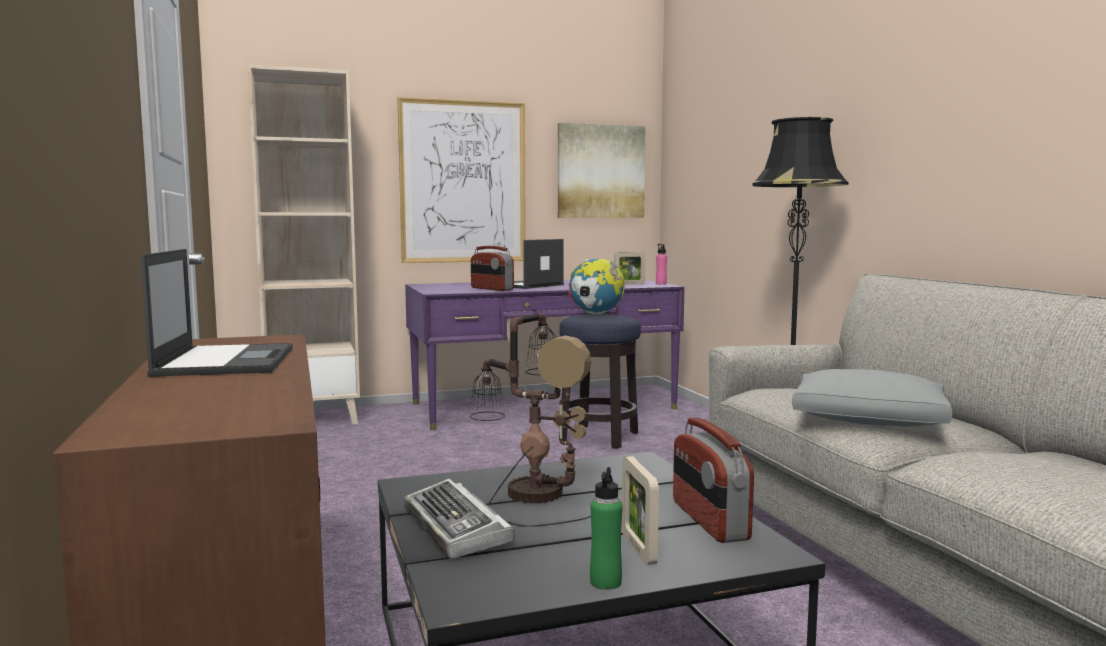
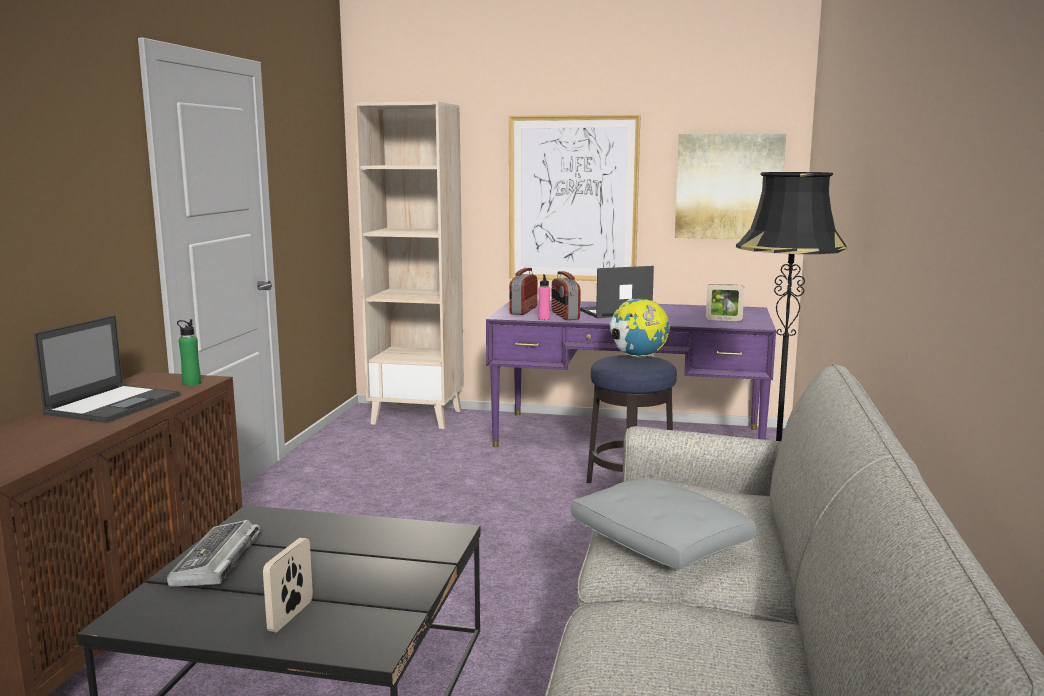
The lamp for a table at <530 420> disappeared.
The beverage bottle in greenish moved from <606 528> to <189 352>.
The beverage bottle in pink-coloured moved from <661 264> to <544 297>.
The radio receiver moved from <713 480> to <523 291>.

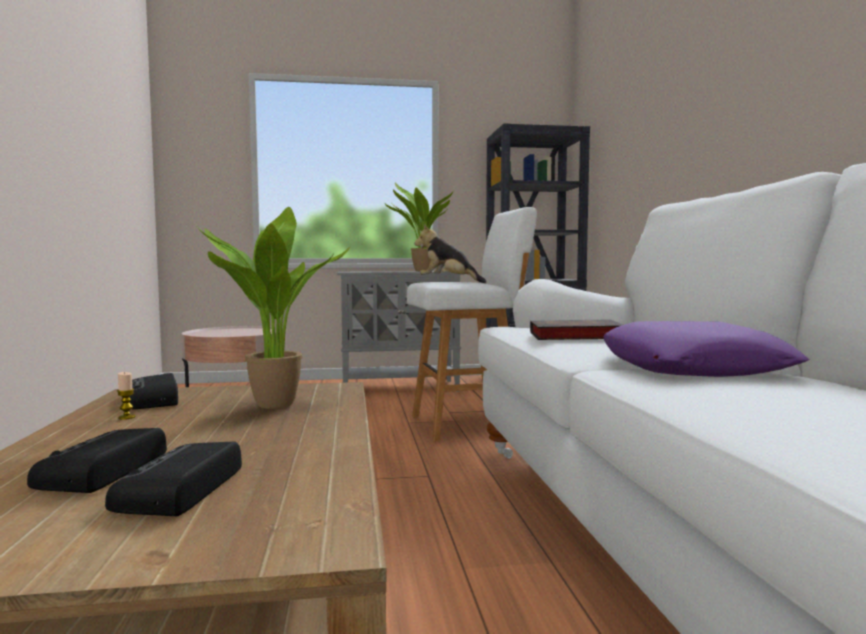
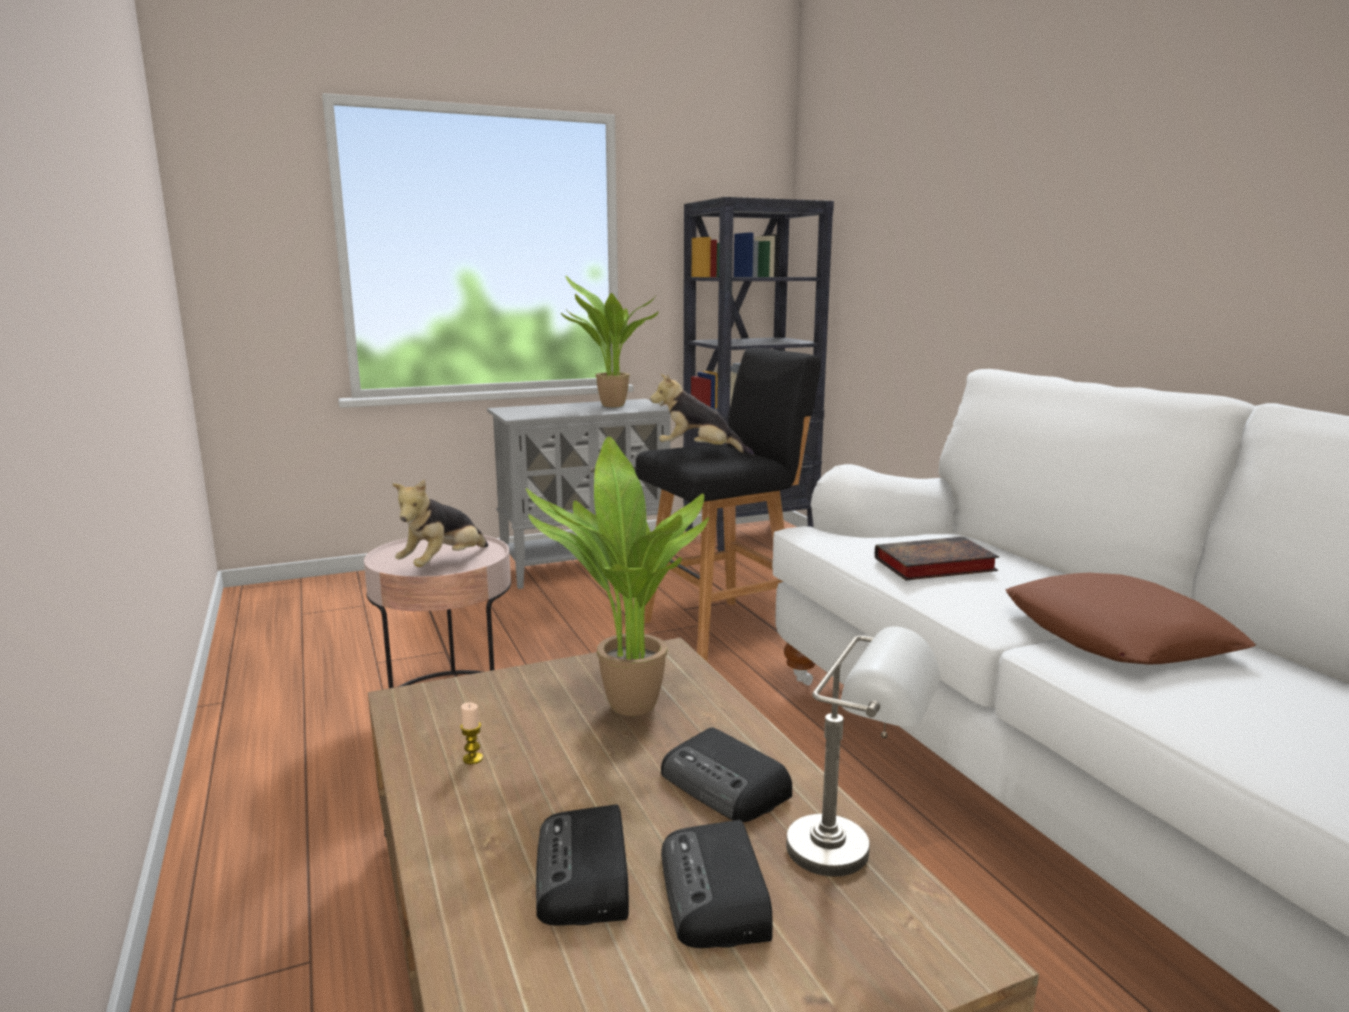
The radio receiver moved from <154 391> to <726 774>.
The stool in white-coloured at <472 324> became the stool in black-coloured at <728 505>.
The throw pillow in purple-coloured at <706 349> became the throw pillow in brown-coloured at <1131 618>.
The cuddly toy at <440 523> appeared.
The lamp for a table in greyish at <863 752> appeared.

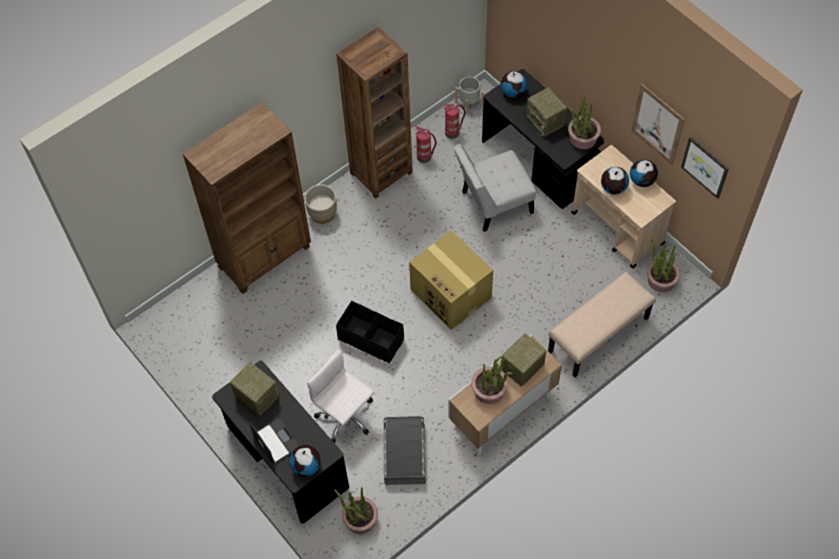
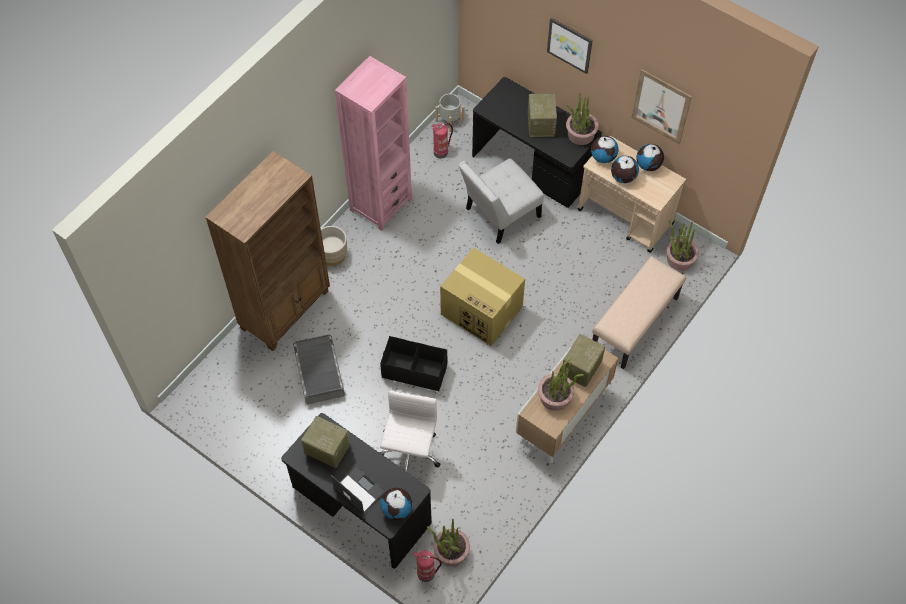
The desk chair in white-coloured at <340 396> turned 75 degrees clockwise.
The shelving unit in brown-coloured at <374 113> became the shelving unit in pink-coloured at <373 143>.
The storage box in greyish moved from <405 450> to <319 369>.
The extinguisher moved from <425 144> to <427 566>.
The desk globe moved from <514 84> to <604 149>.
The radio receiver at <546 112> turned 135 degrees counterclockwise.
The picture moved from <705 167> to <570 46>.

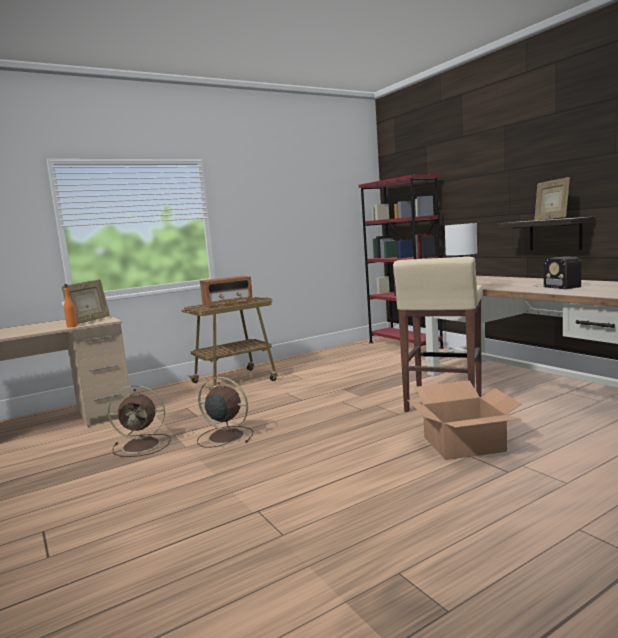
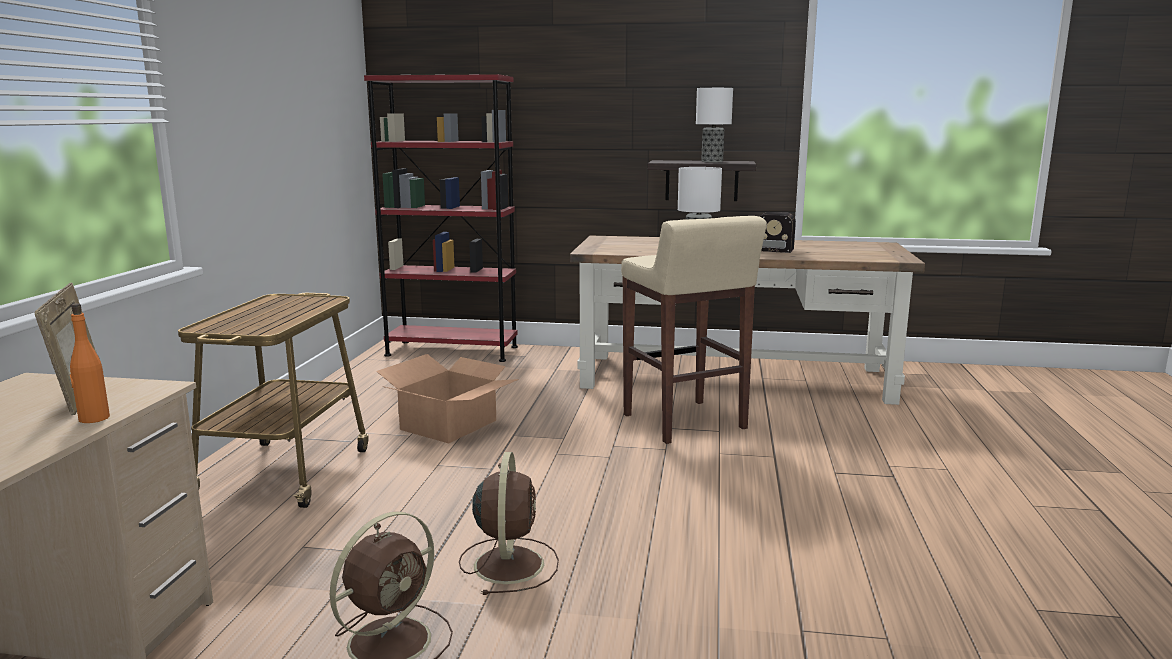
The electric fan in brown-coloured at <225 412> turned 120 degrees clockwise.
The radio receiver at <226 292> disappeared.
The carton moved from <465 420> to <447 398>.
The picture frame at <552 198> was replaced by the lamp for a table at <714 125>.

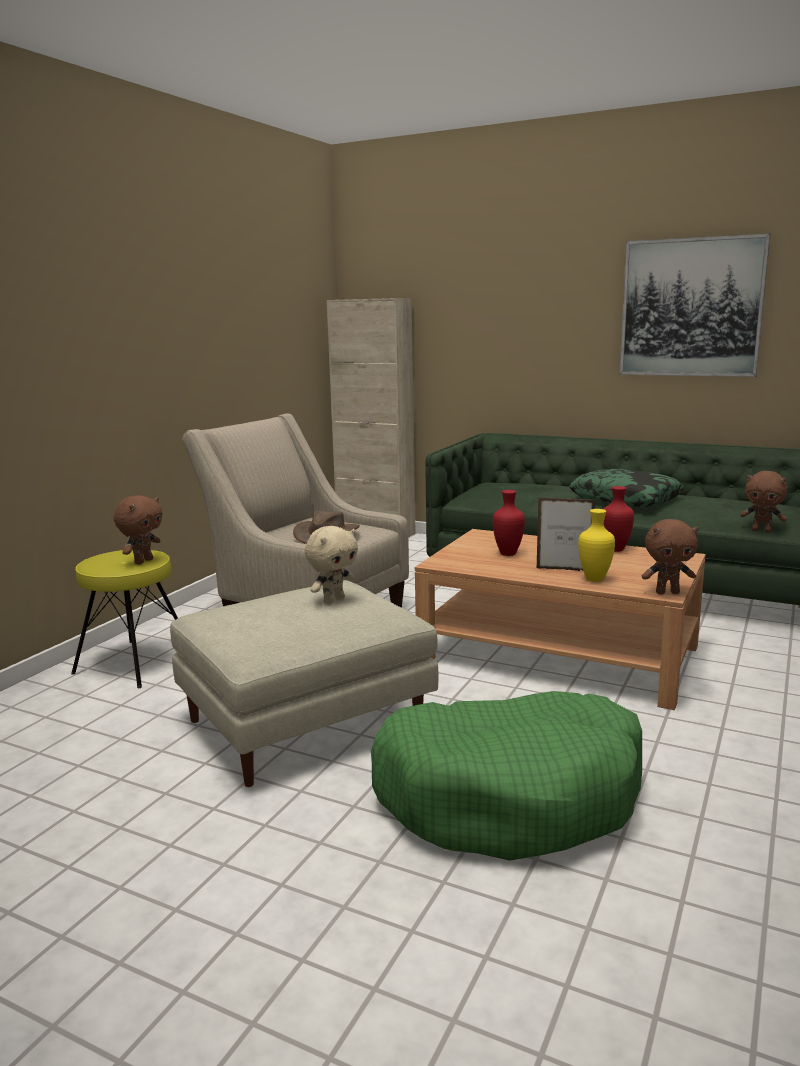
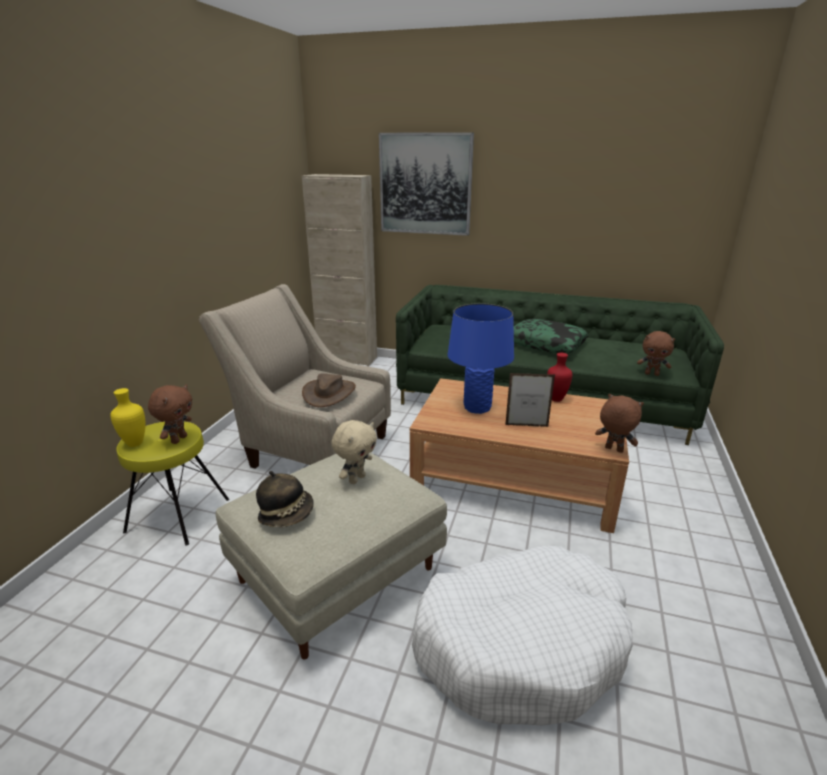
The dog cushion in greenish at <506 776> became the dog cushion in white-coloured at <522 635>.
The vase in red-coloured at <509 523> was replaced by the lamp for a table in blue at <480 358>.
The vase in yellow moved from <596 545> to <127 417>.
The picture moved from <694 305> to <426 184>.
The cuddly toy in brown-coloured at <670 556> turned 135 degrees counterclockwise.
The clothing hat at <285 499> appeared.

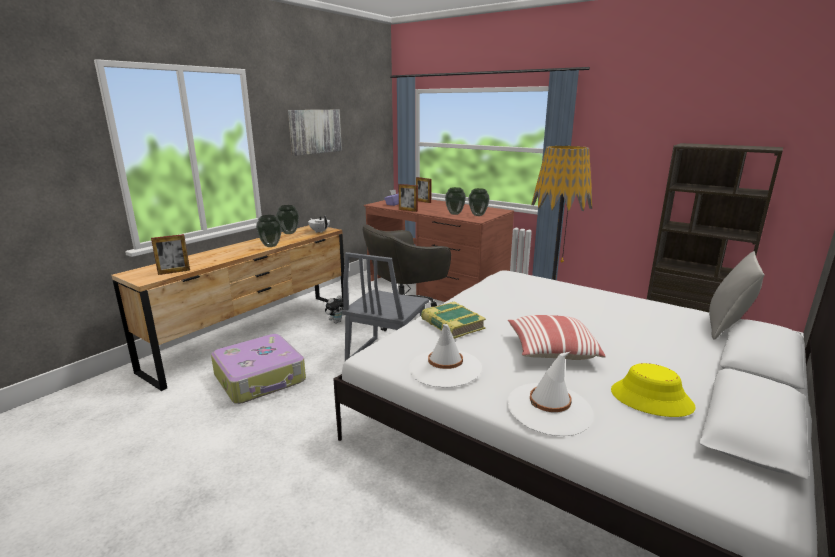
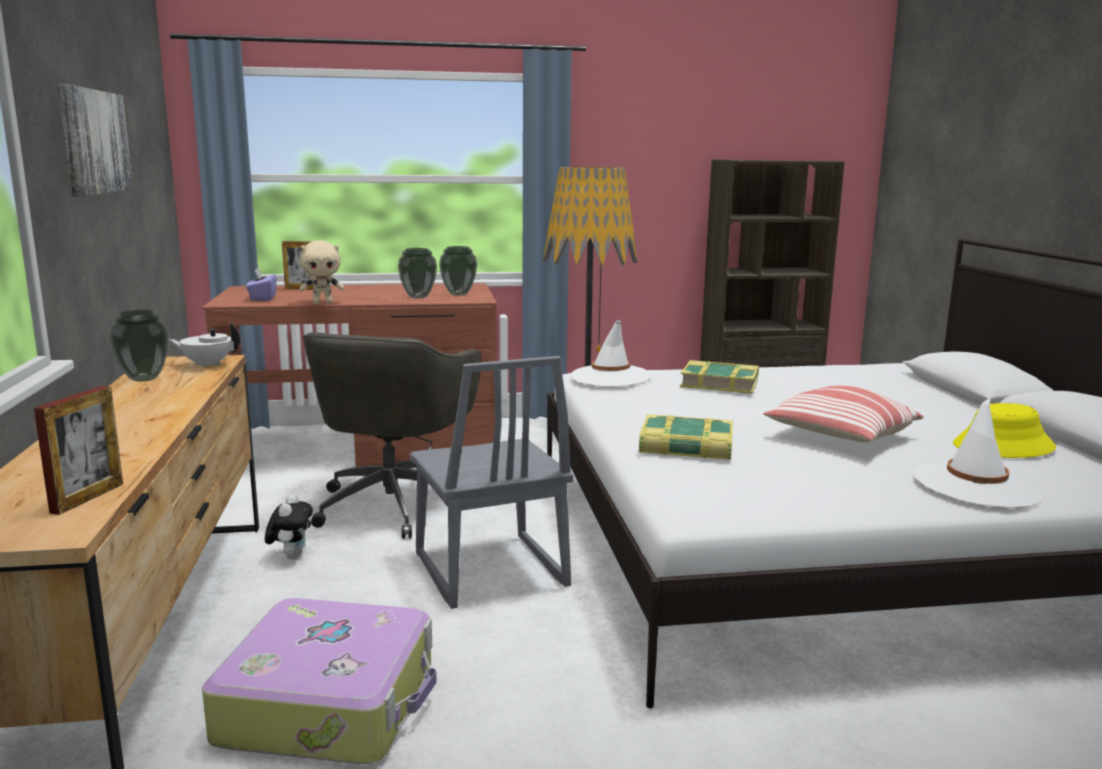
The vase at <269 231> disappeared.
The picture frame at <408 198> was replaced by the cuddly toy in beige at <322 272>.
The clothing hat in white-coloured moved from <445 356> to <610 353>.
The throw pillow in greyish at <737 295> disappeared.
The bound book at <719 377> appeared.

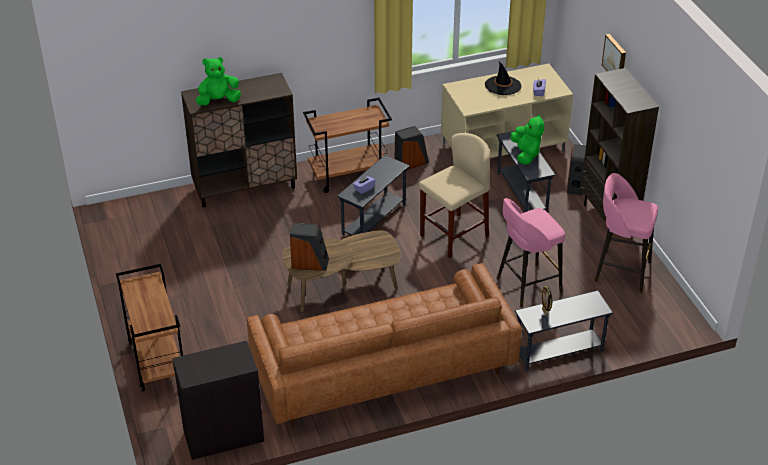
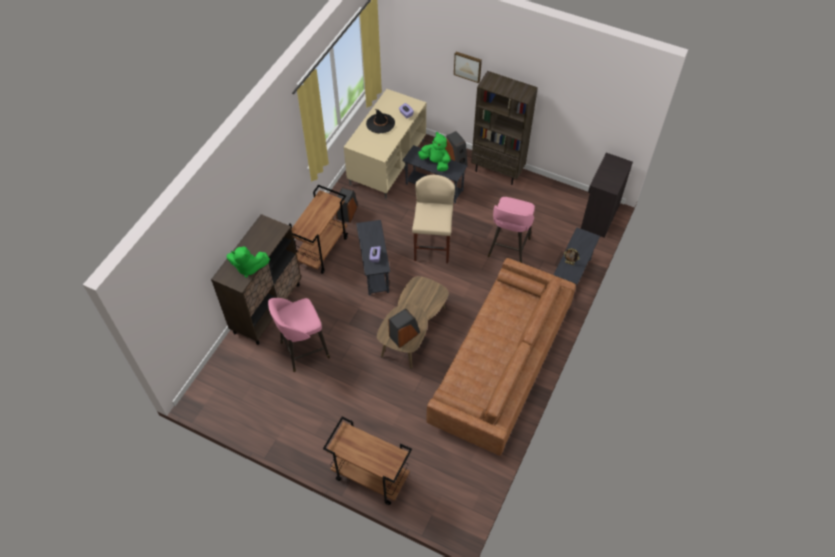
The cabinet in black-coloured moved from <218 400> to <607 195>.
The cuddly toy in greenish at <218 81> turned 105 degrees counterclockwise.
The stool in pink-coloured moved from <626 232> to <299 335>.

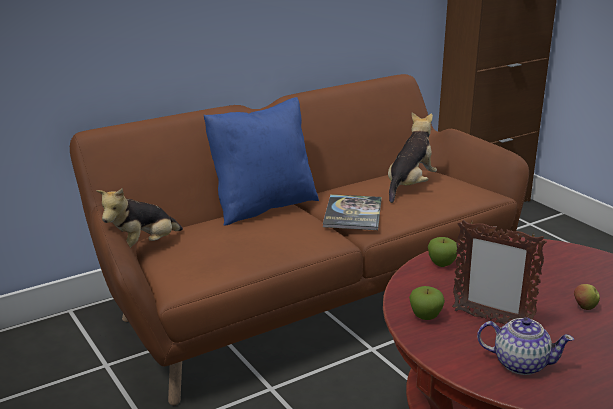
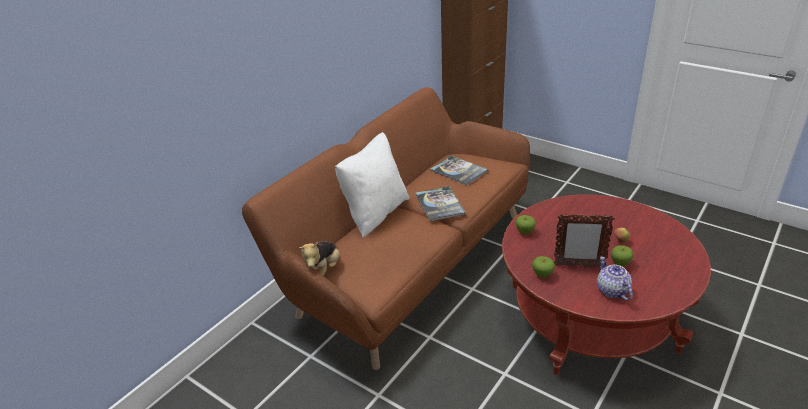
The throw pillow in blue at <261 161> became the throw pillow in white-coloured at <372 184>.
The cuddly toy at <412 158> was replaced by the bound book at <459 170>.
The pot for tea at <525 346> turned 105 degrees counterclockwise.
The apple fruit at <622 255> appeared.

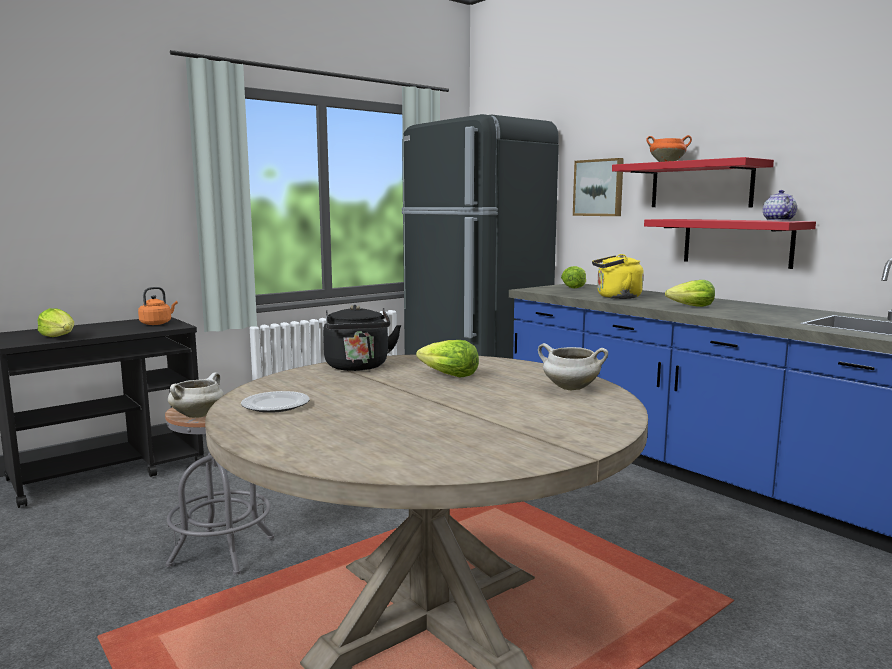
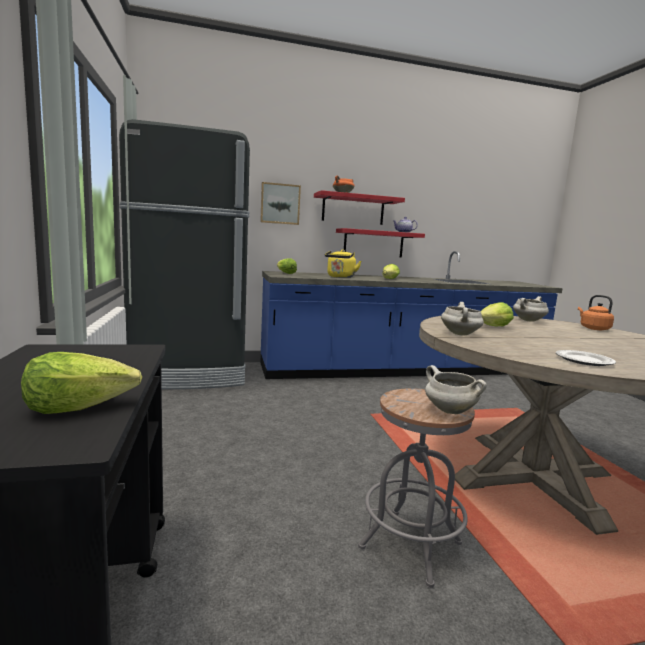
The kettle in orange moved from <158 306> to <596 312>.
The kettle in black-coloured at <362 338> was replaced by the stockpot in white-coloured at <462 319>.

